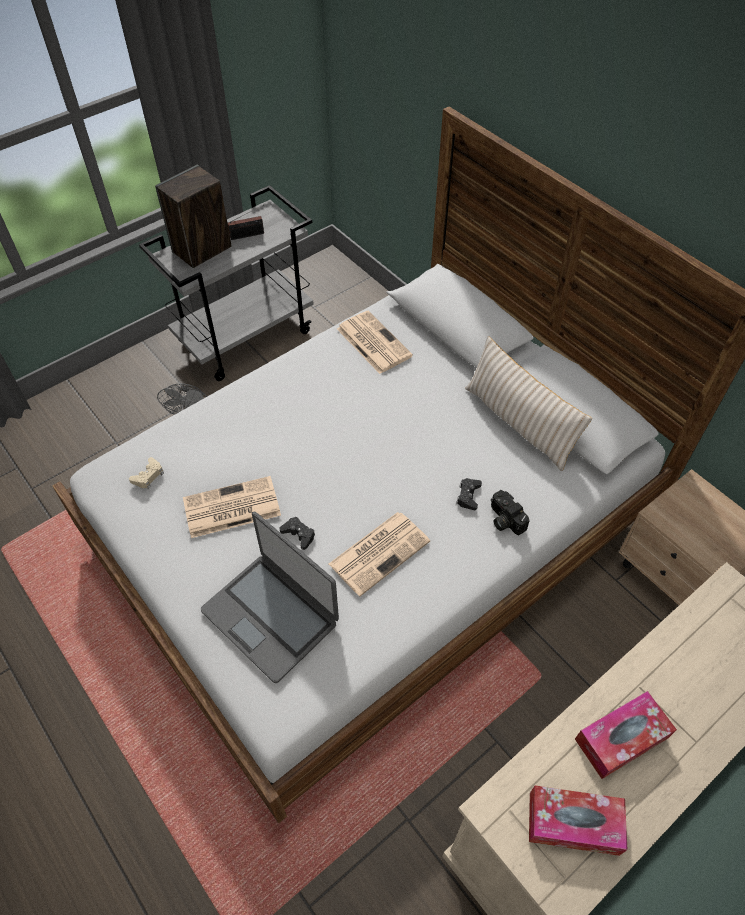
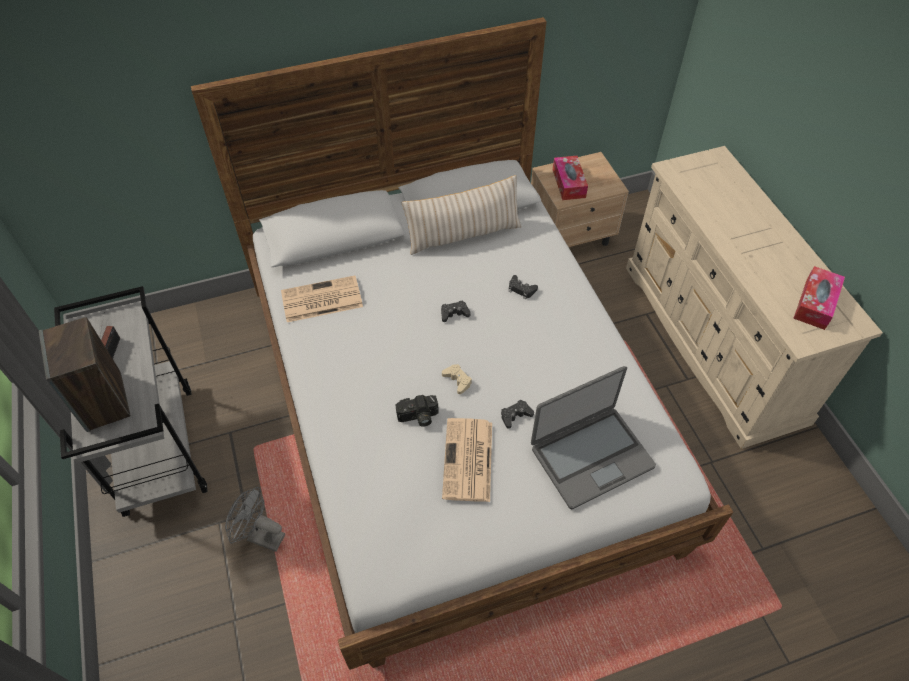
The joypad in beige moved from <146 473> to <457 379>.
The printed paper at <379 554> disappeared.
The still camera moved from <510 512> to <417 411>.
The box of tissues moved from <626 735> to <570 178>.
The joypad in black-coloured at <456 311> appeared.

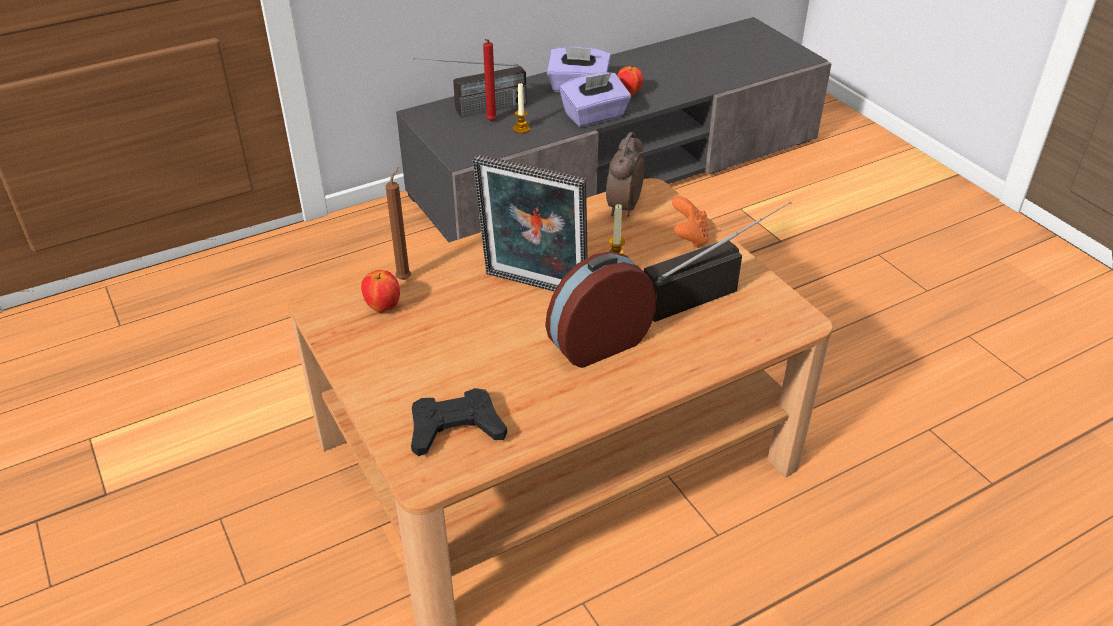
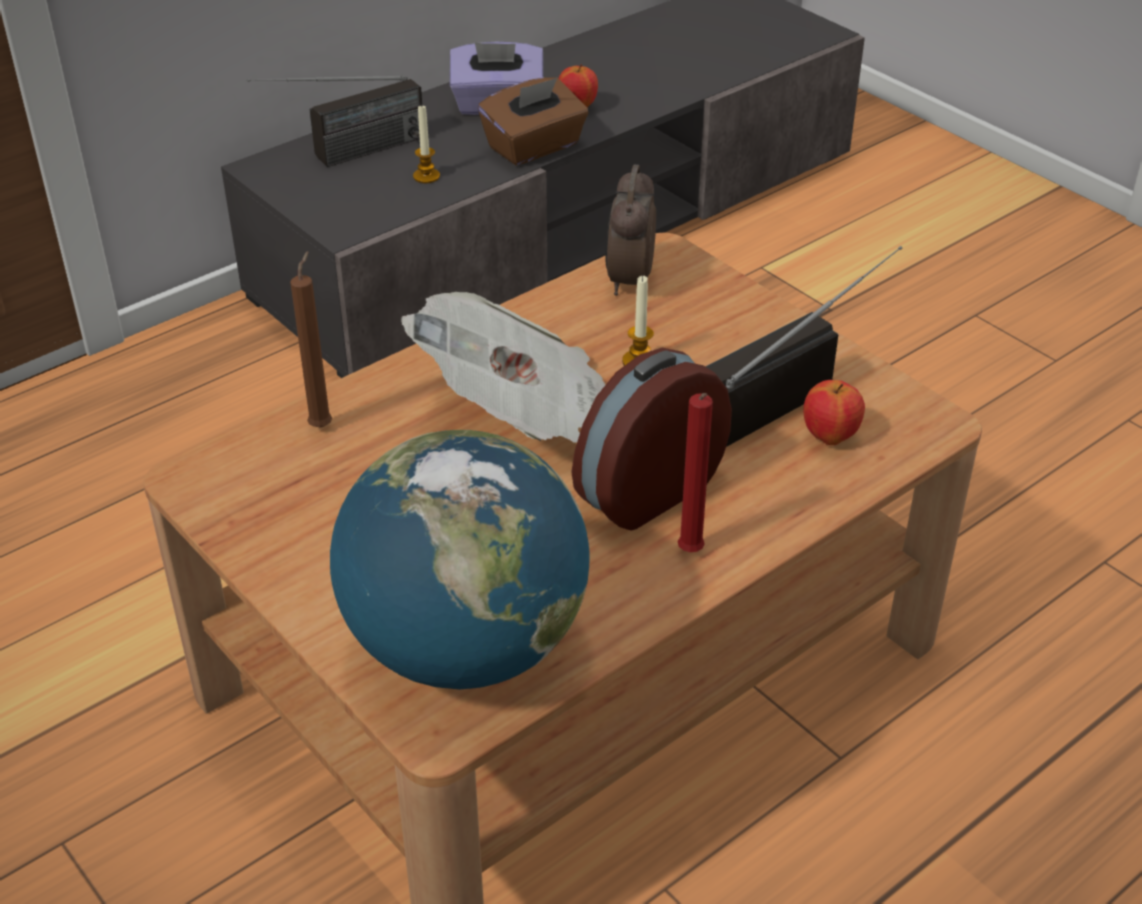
The apple fruit moved from <380 291> to <834 412>.
The joypad in black-coloured at <459 422> was replaced by the desk globe at <459 559>.
The picture frame at <530 223> was replaced by the printed paper at <503 367>.
The wax light in red-coloured moved from <490 80> to <695 472>.
The box of tissues in purple-coloured at <595 99> became the box of tissues in brown-coloured at <533 121>.
The joypad in orange at <690 222> disappeared.

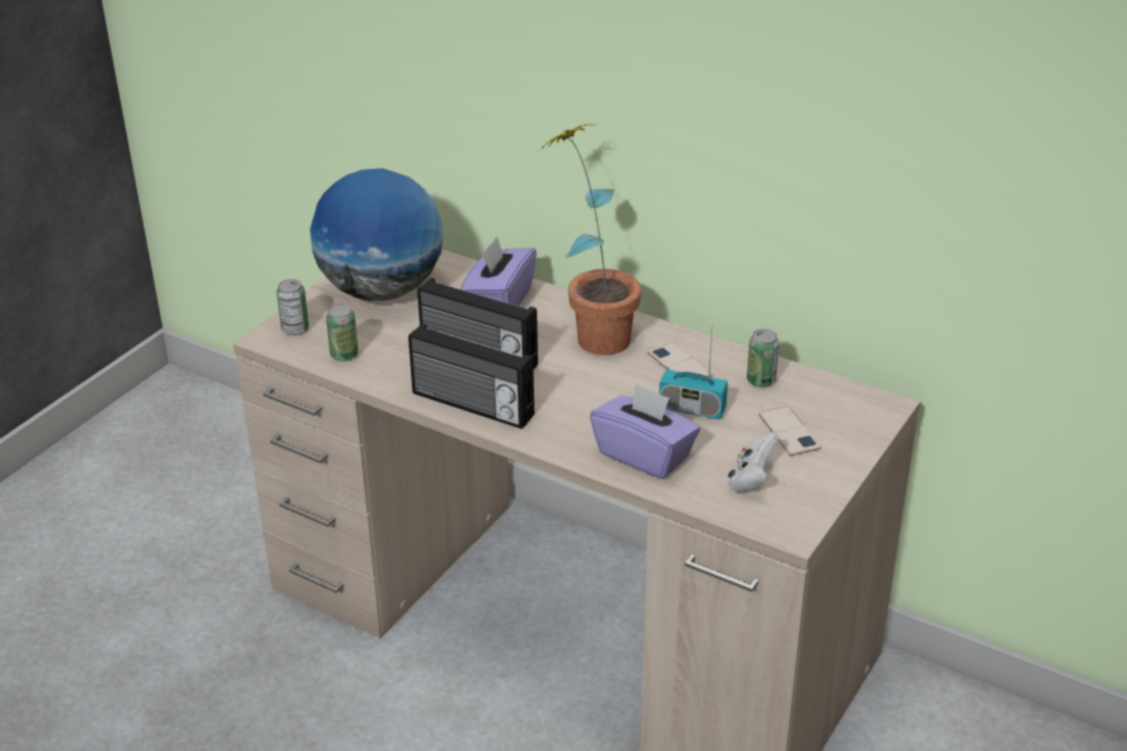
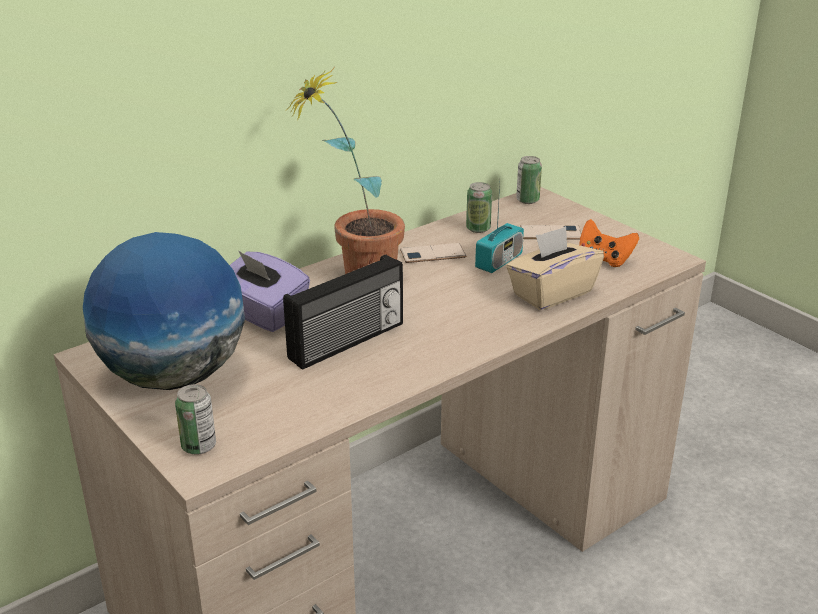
The sealed can moved from <342 332> to <529 180>.
The radio receiver at <471 376> disappeared.
The box of tissues in purple-coloured at <645 431> became the box of tissues in beige at <555 268>.
The joypad in white-coloured at <754 462> became the joypad in orange at <609 243>.

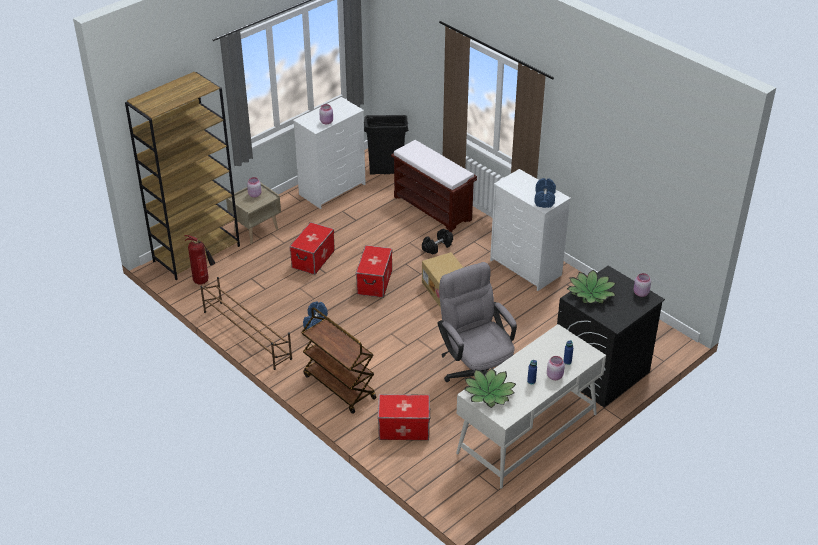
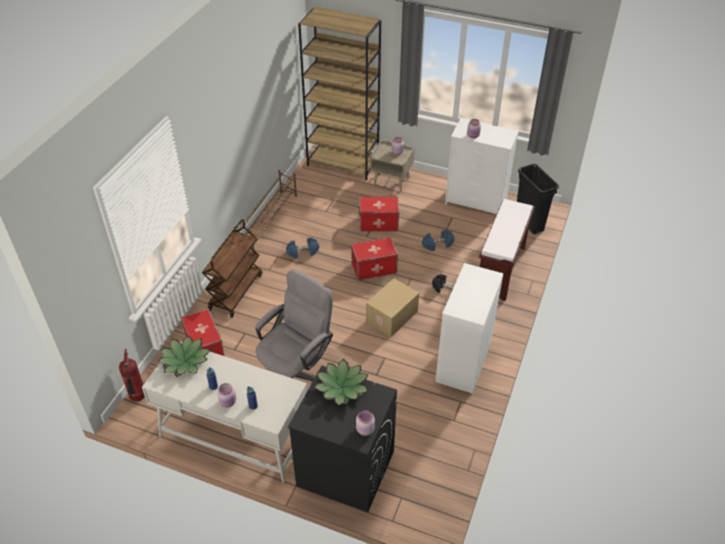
The extinguisher moved from <200 259> to <132 375>.
The dumbbell in blue moved from <545 193> to <438 240>.

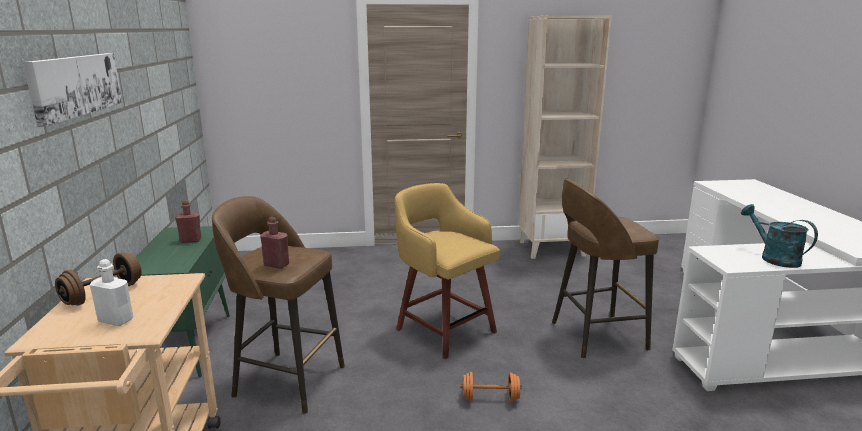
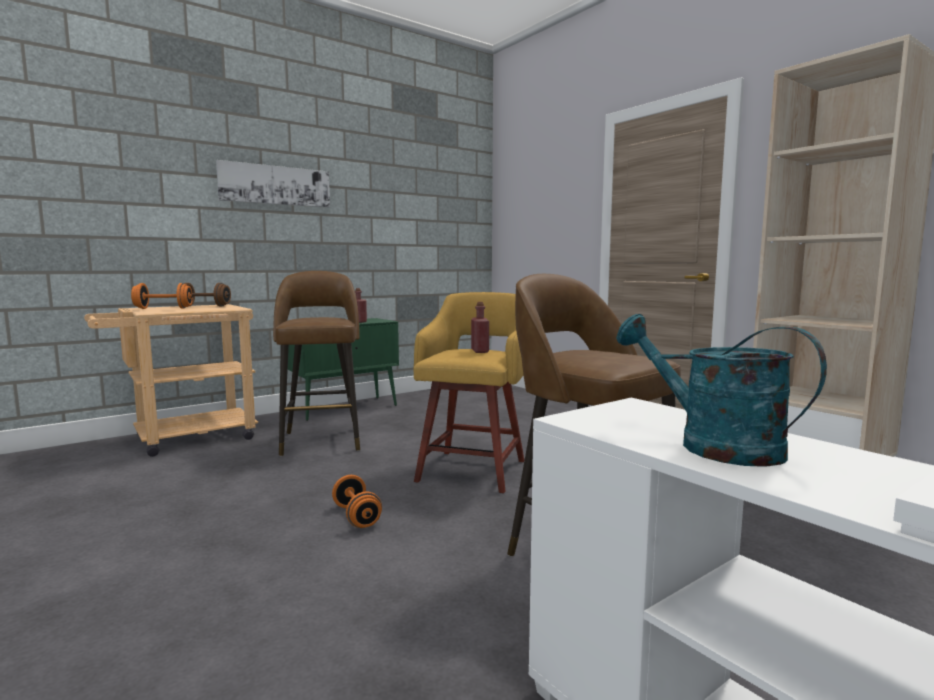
The beverage bottle in white-coloured at <111 292> was replaced by the dumbbell in orange at <162 296>.
The beverage bottle in red-coloured moved from <274 243> to <480 327>.
The watering pot in turquoise-coloured at <779 236> turned 75 degrees counterclockwise.

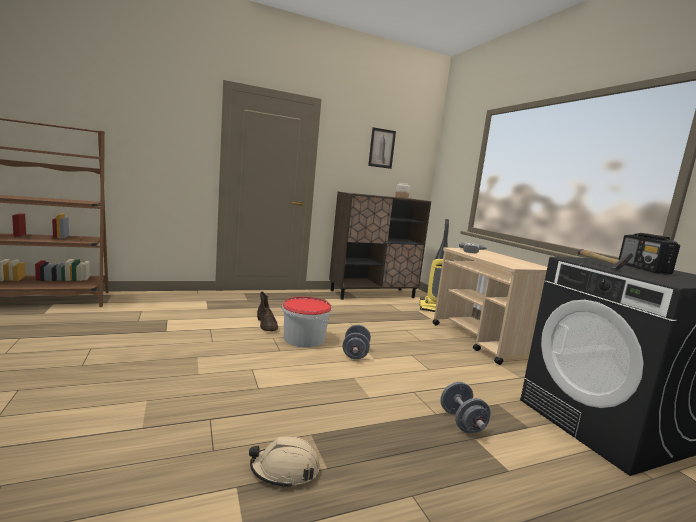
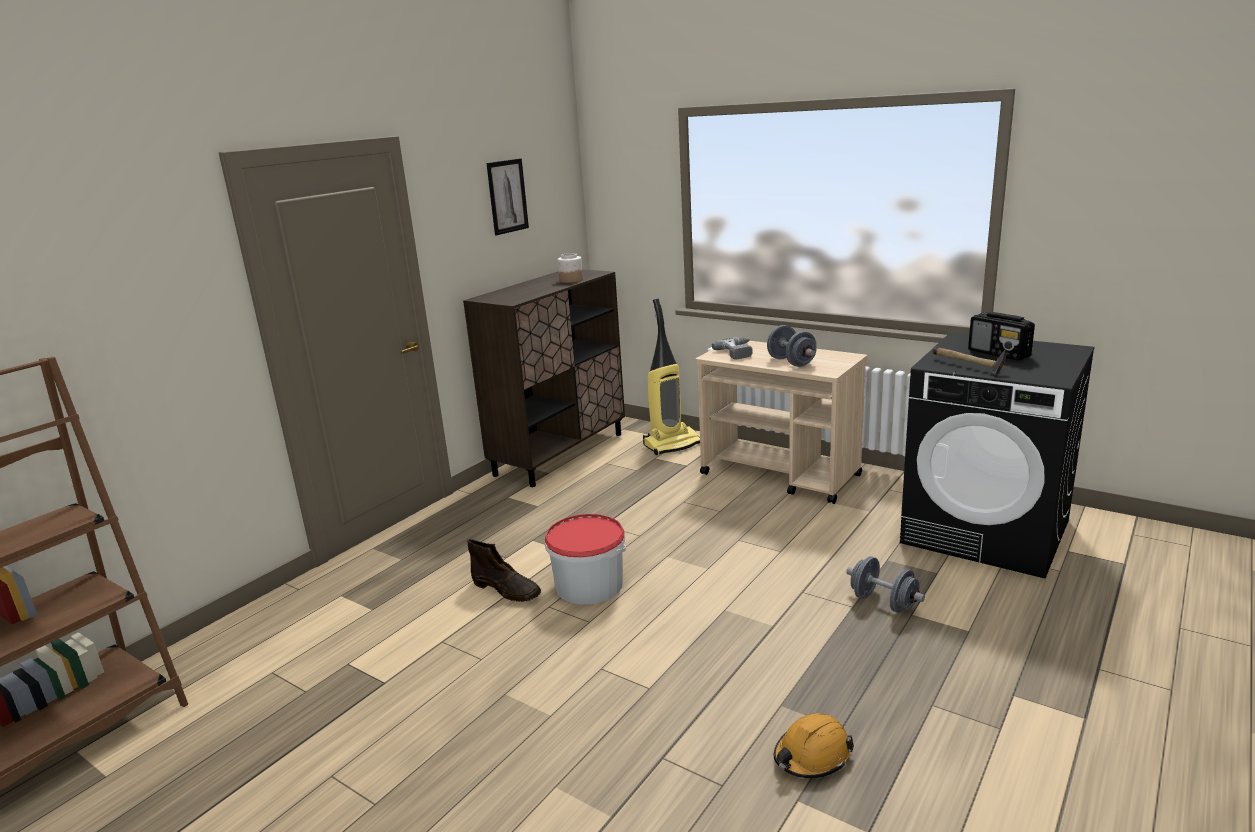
The safety helmet in beige at <284 462> became the safety helmet in orange at <814 745>.
The dumbbell in greyish moved from <357 342> to <792 346>.

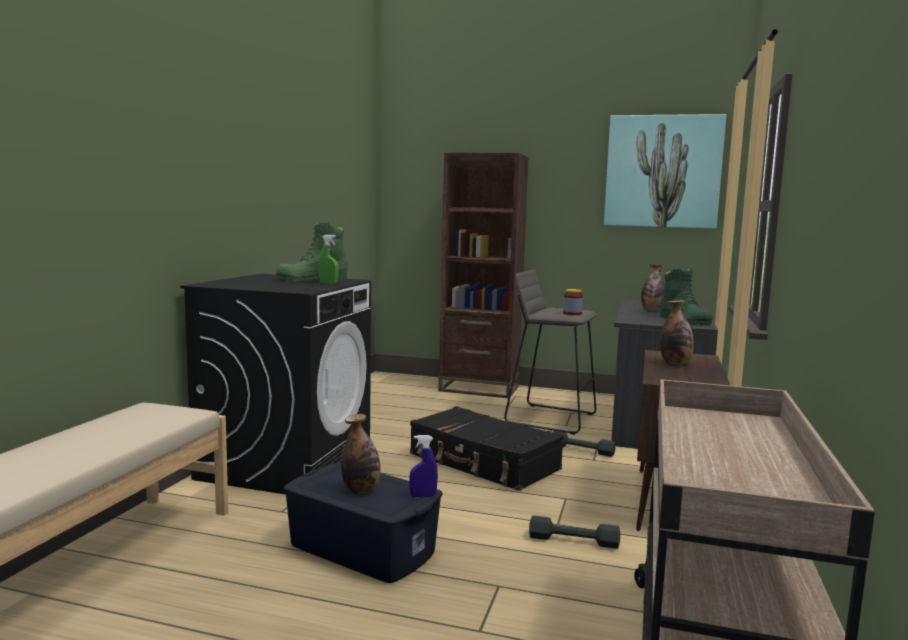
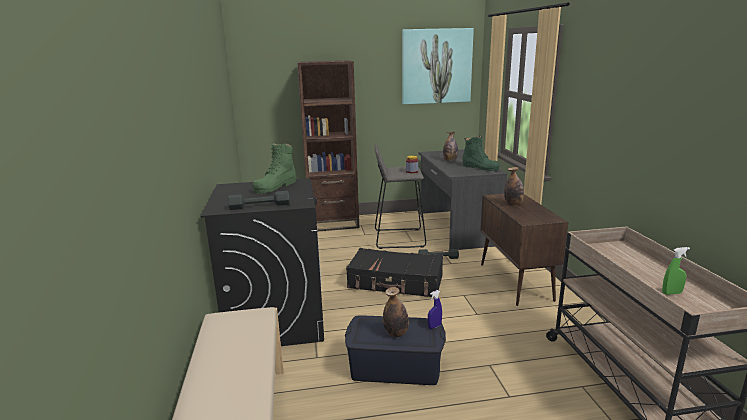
The sprayer in greenish moved from <329 259> to <676 271>.
The dumbbell in greyish moved from <574 532> to <259 200>.

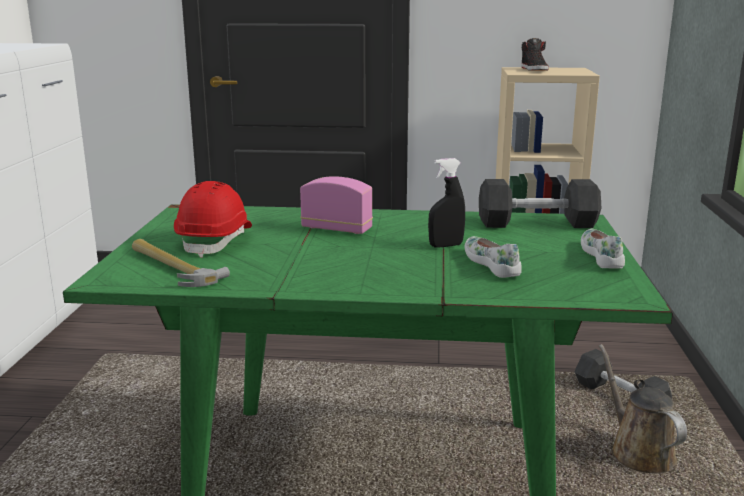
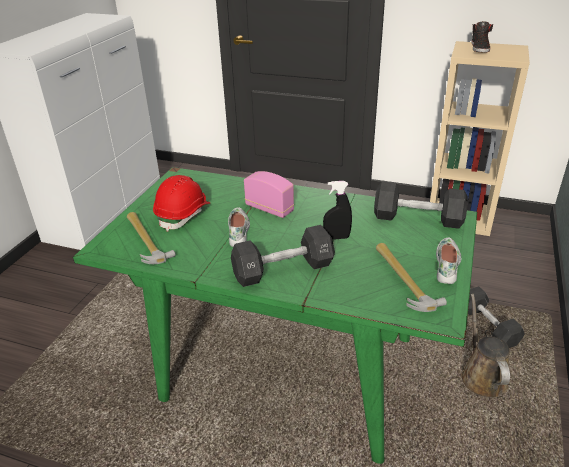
The low shoe in white-coloured moved from <493 257> to <239 227>.
The dumbbell in black-coloured at <283 256> appeared.
The hand hammer at <411 277> appeared.

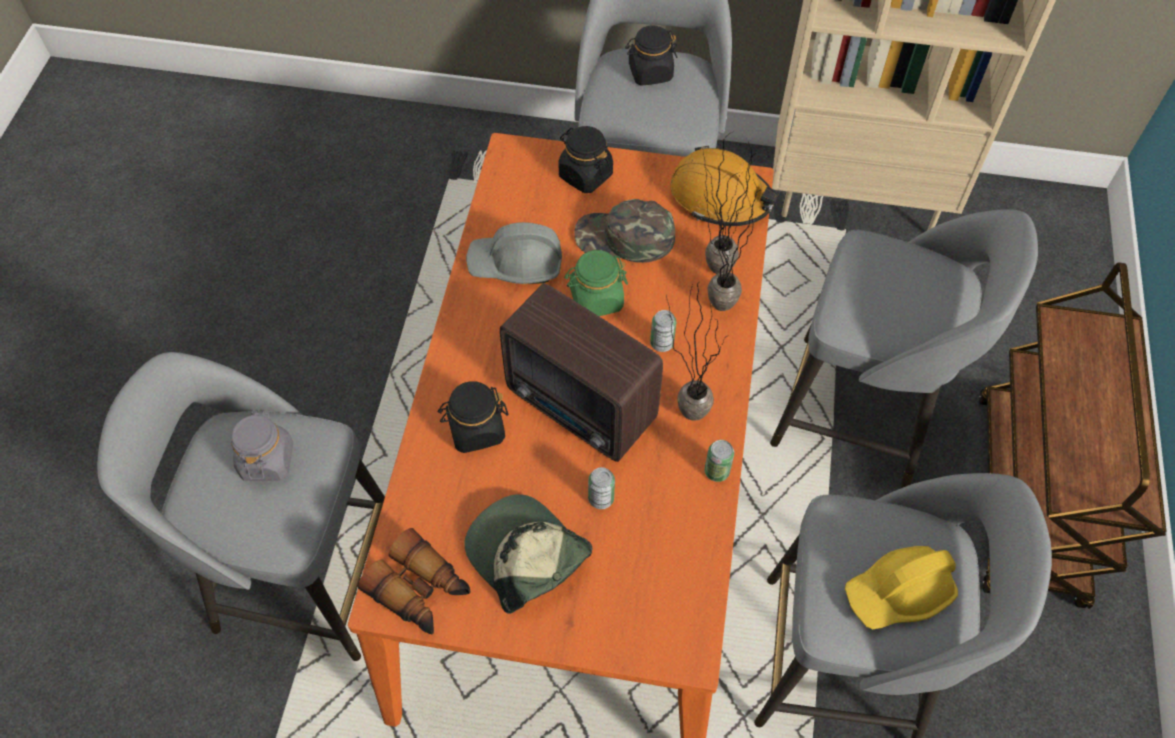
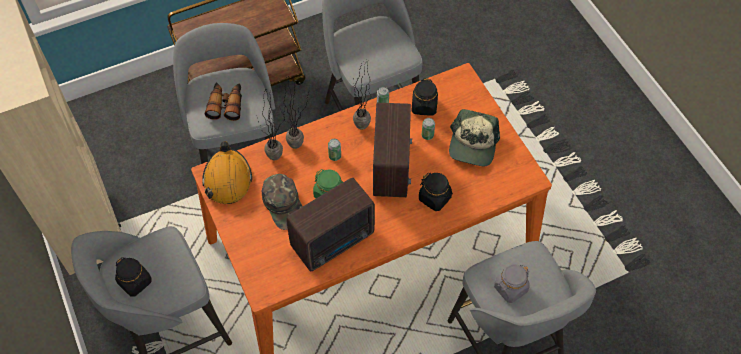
The binoculars moved from <414 581> to <223 101>.
The safety helmet in greyish at <514 253> was replaced by the radio receiver at <330 225>.
The preserve jar in black-coloured moved from <586 159> to <425 97>.
The safety helmet in yellow at <901 587> disappeared.

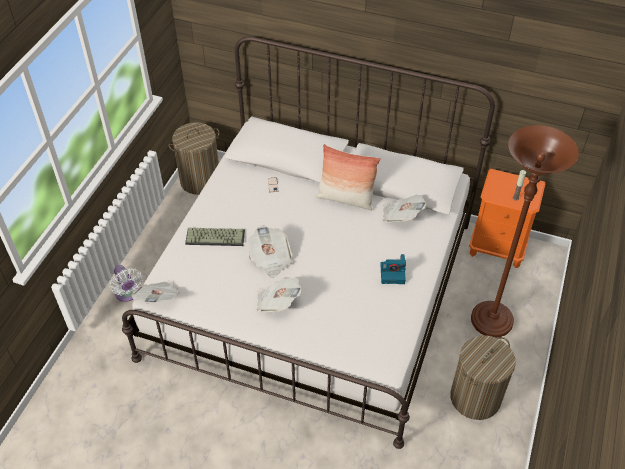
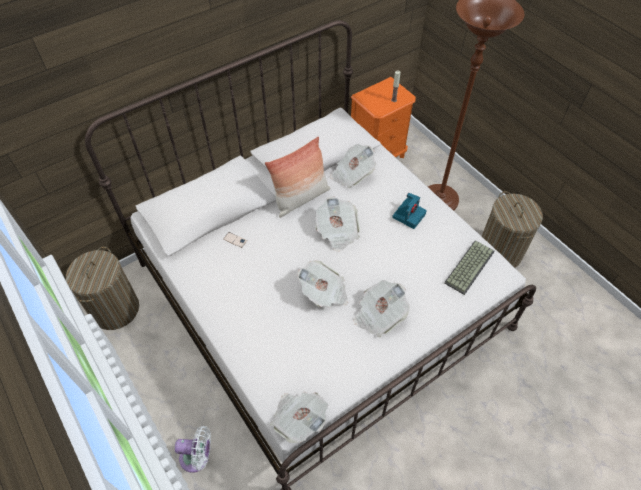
The PC keyboard moved from <215 237> to <469 268>.
The printed paper at <337 224> appeared.

